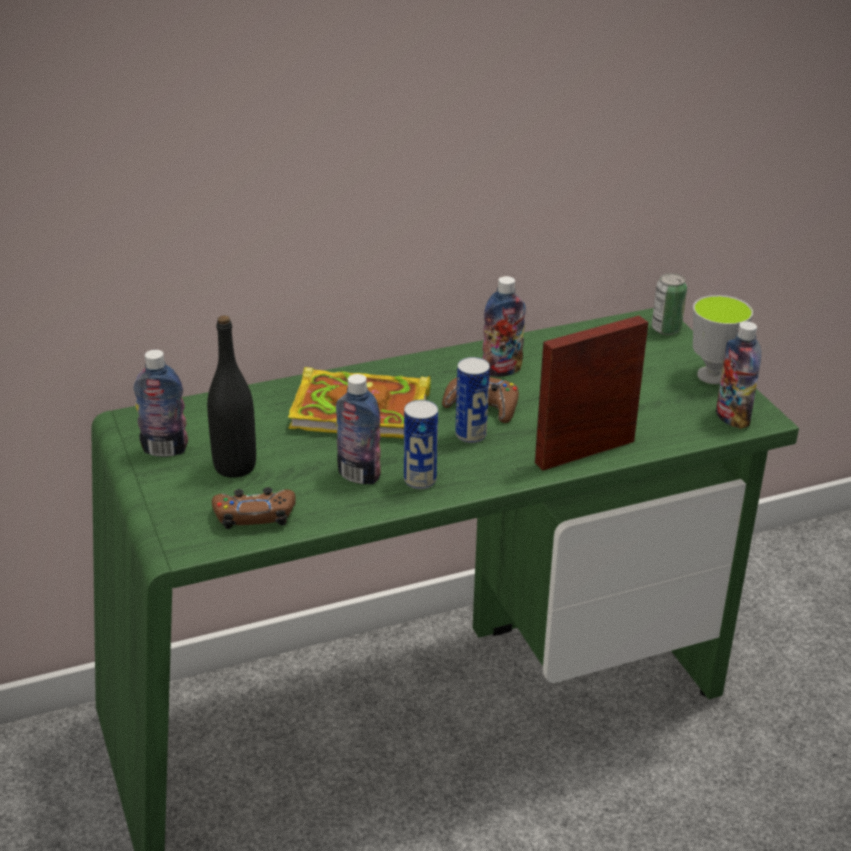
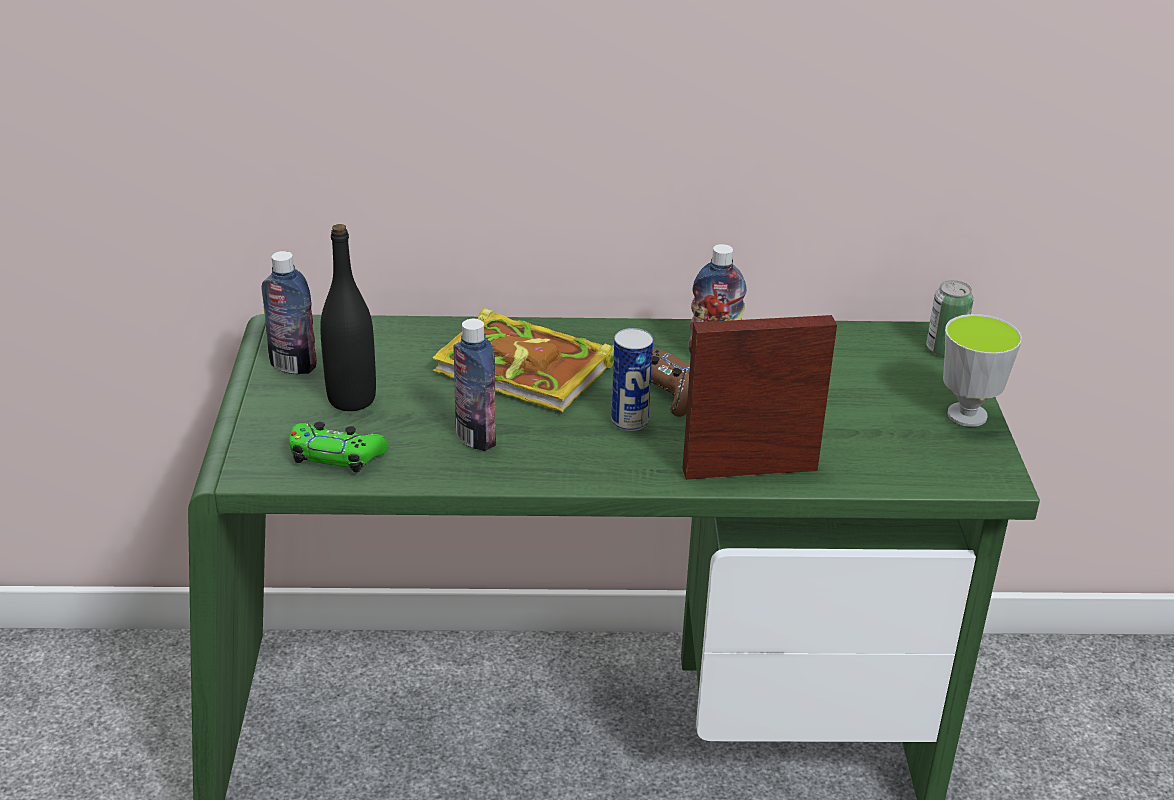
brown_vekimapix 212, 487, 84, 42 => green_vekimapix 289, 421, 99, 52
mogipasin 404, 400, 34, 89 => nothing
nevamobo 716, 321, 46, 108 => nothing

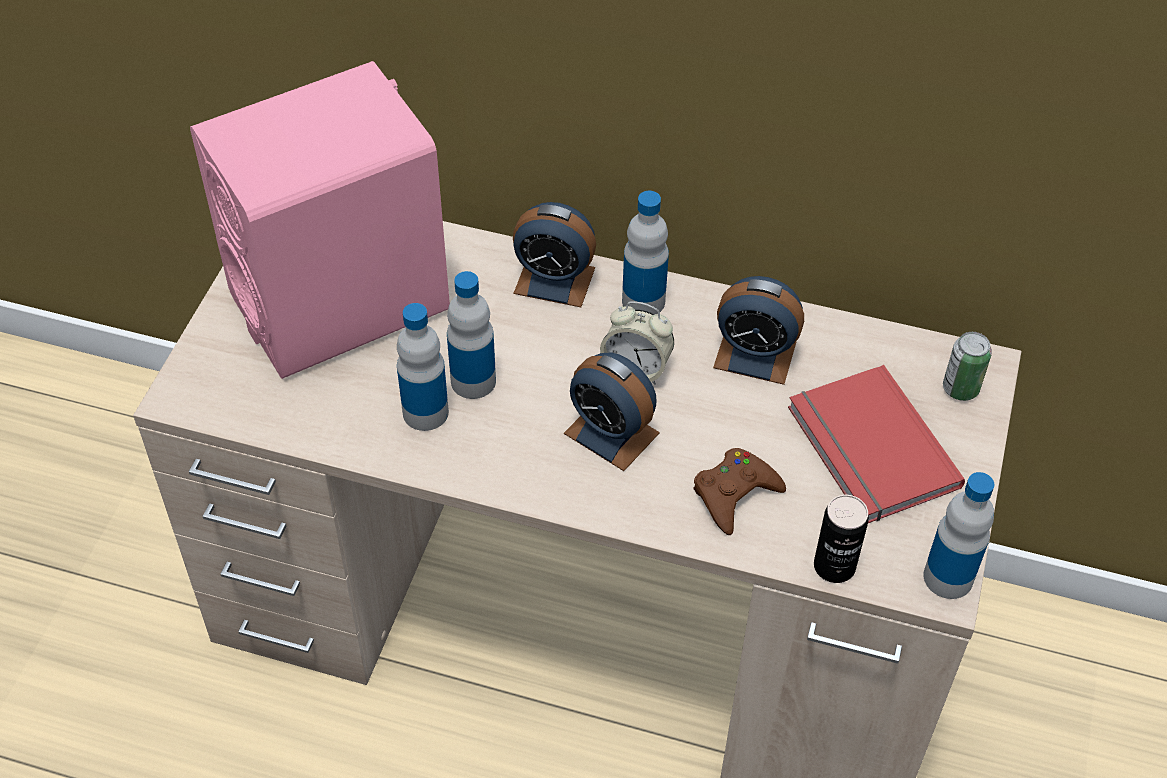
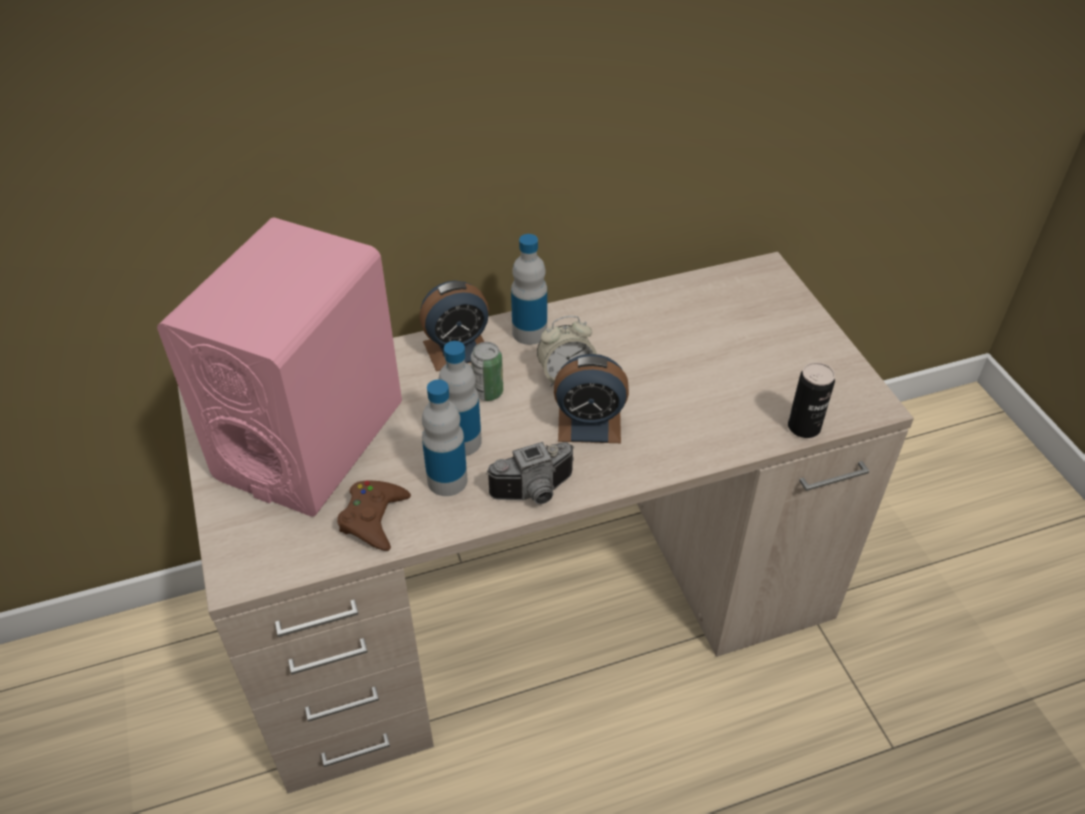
brown_vekimapix 694, 448, 92, 87 => brown_vekimapix 337, 481, 74, 70, moved
mogipasin 943, 332, 49, 69 => mogipasin 471, 342, 32, 59, moved
nothing => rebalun 486, 442, 88, 62
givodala 713, 276, 91, 109 => nothing
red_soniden 788, 365, 177, 158 => nothing
nevamobo 923, 472, 71, 127 => nothing

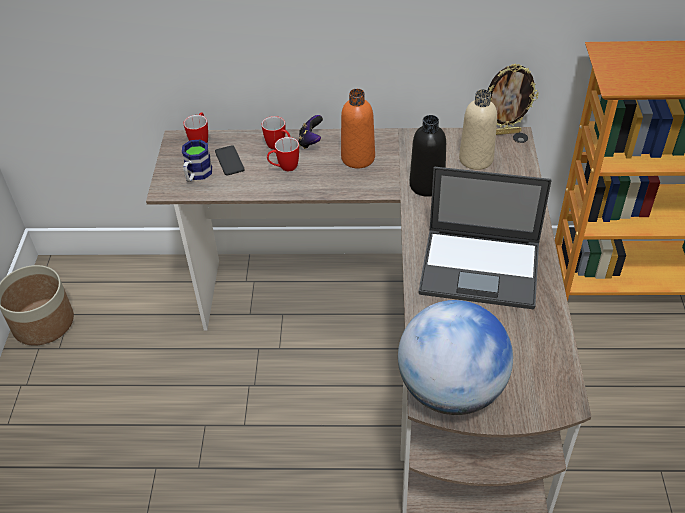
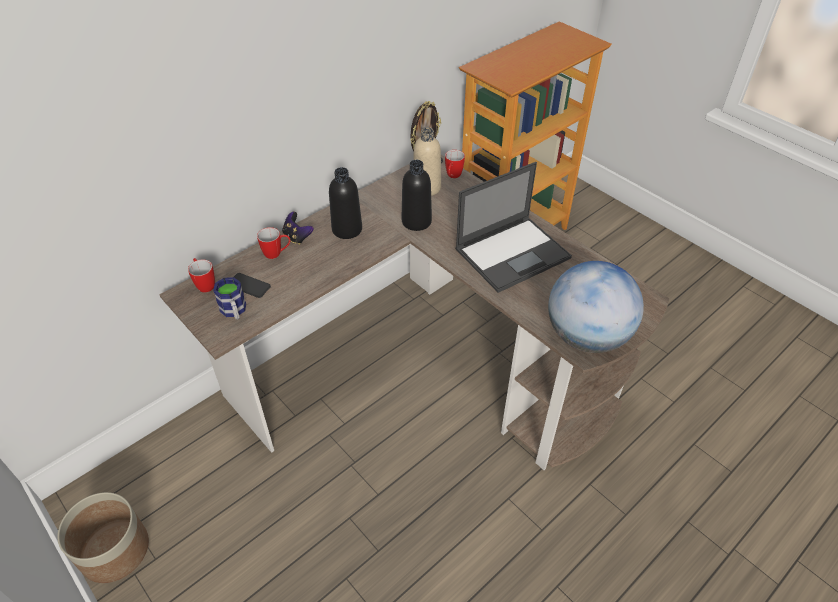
orange_nevamobo 341, 89, 34, 79 => black_nevamobo 329, 167, 33, 72
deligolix 267, 137, 32, 34 => deligolix 445, 150, 20, 28, moved

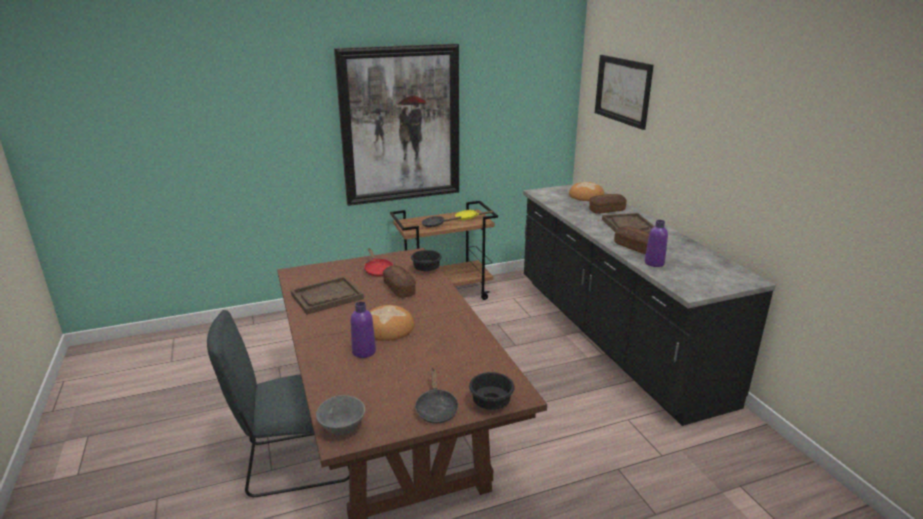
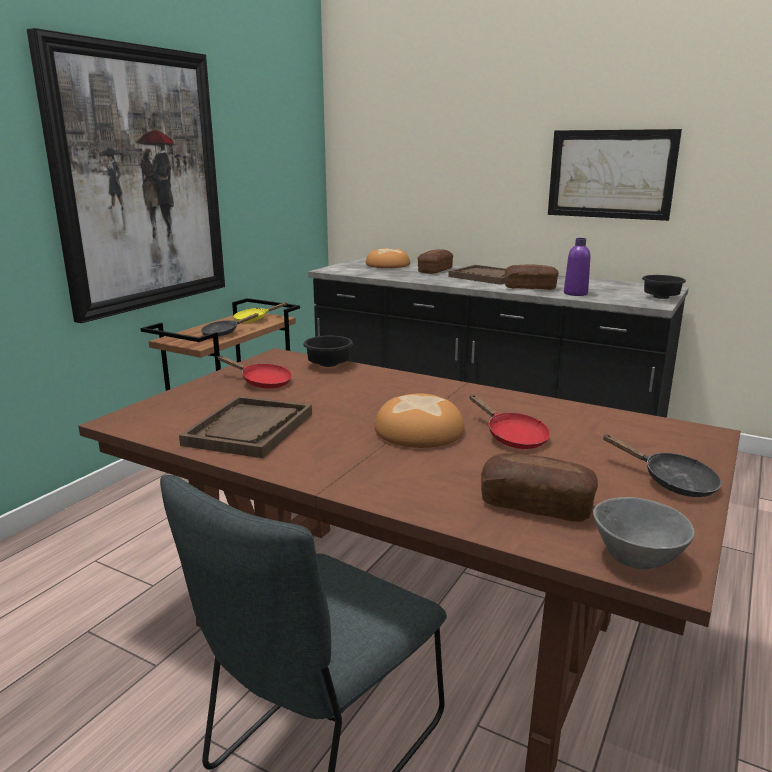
nothing => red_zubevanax 469, 395, 81, 54
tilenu 382, 265, 34, 33 => tilenu 481, 453, 117, 69, moved
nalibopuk 595, 55, 59, 75 => nalibopuk 548, 129, 134, 92, moved
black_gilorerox 469, 372, 46, 38 => black_gilorerox 642, 275, 44, 24, moved
purple_nevamobo 351, 302, 25, 56 => nothing

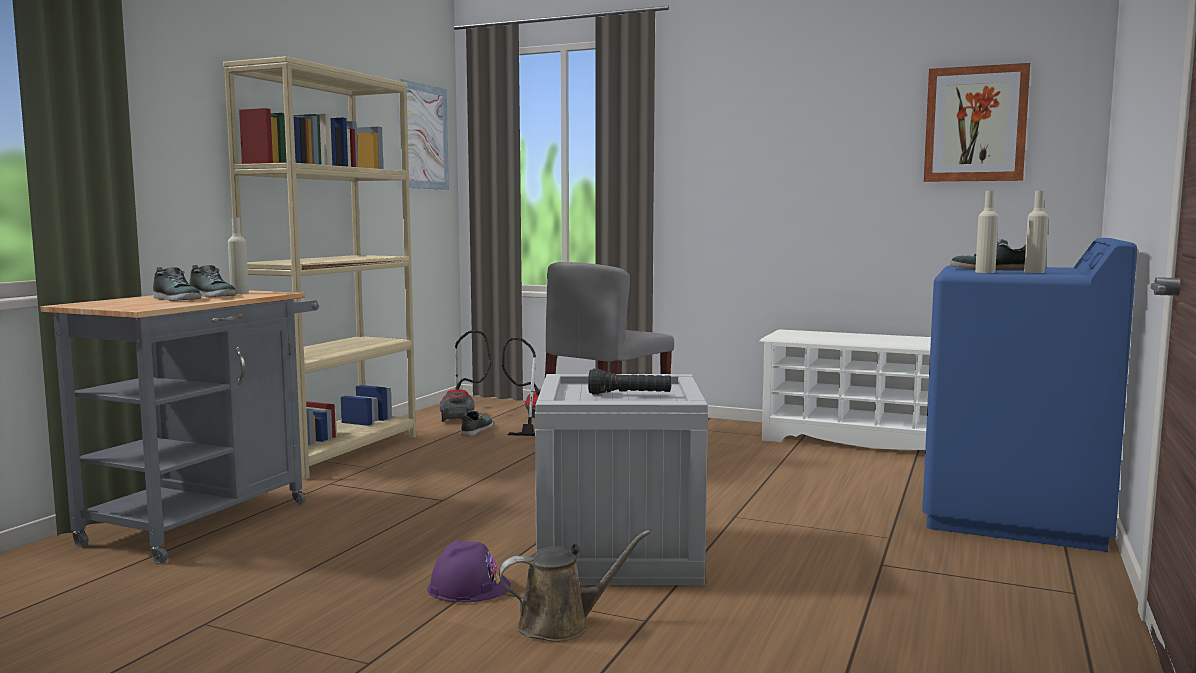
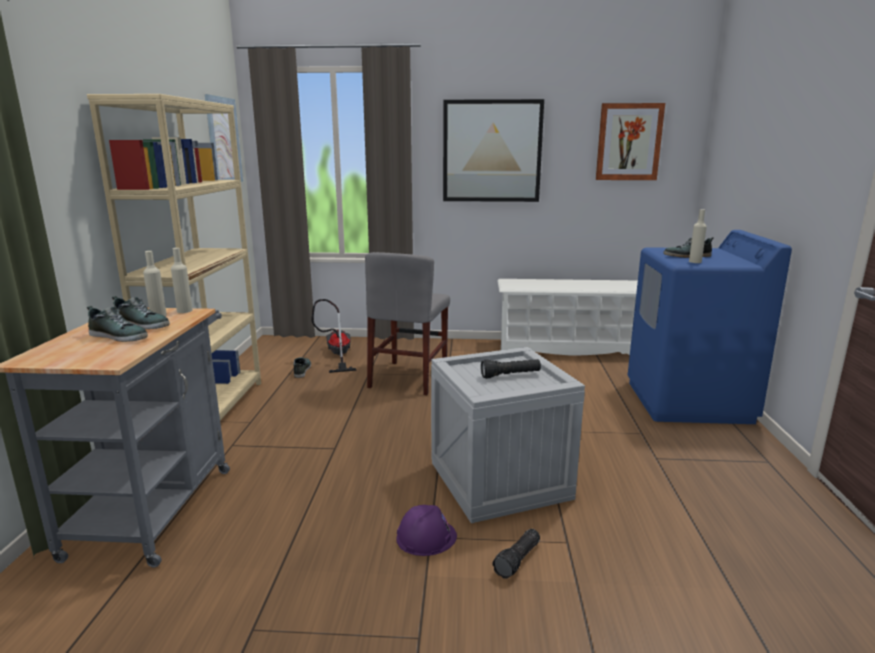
beige_nevamobo 1024, 191, 24, 82 => beige_nevamobo 171, 248, 22, 65, moved
nothing => nalibopuk 443, 99, 101, 103
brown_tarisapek 499, 530, 151, 112 => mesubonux 492, 529, 48, 50
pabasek 440, 330, 51, 92 => nothing

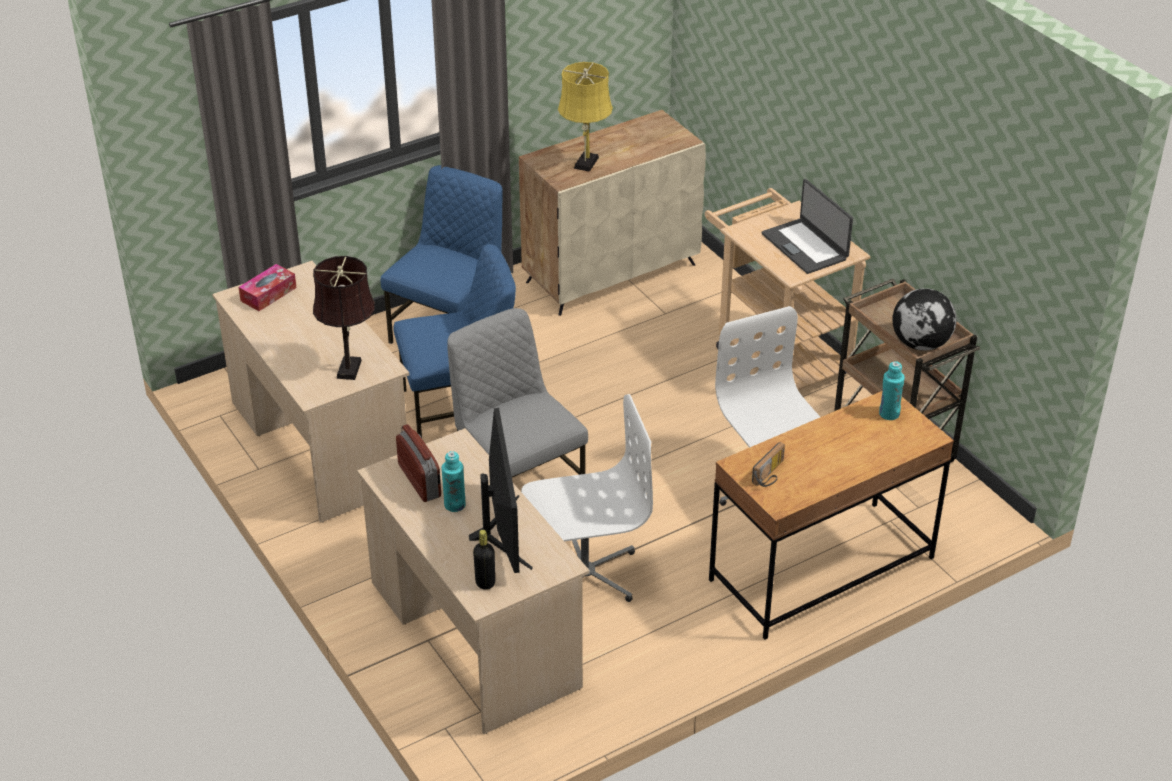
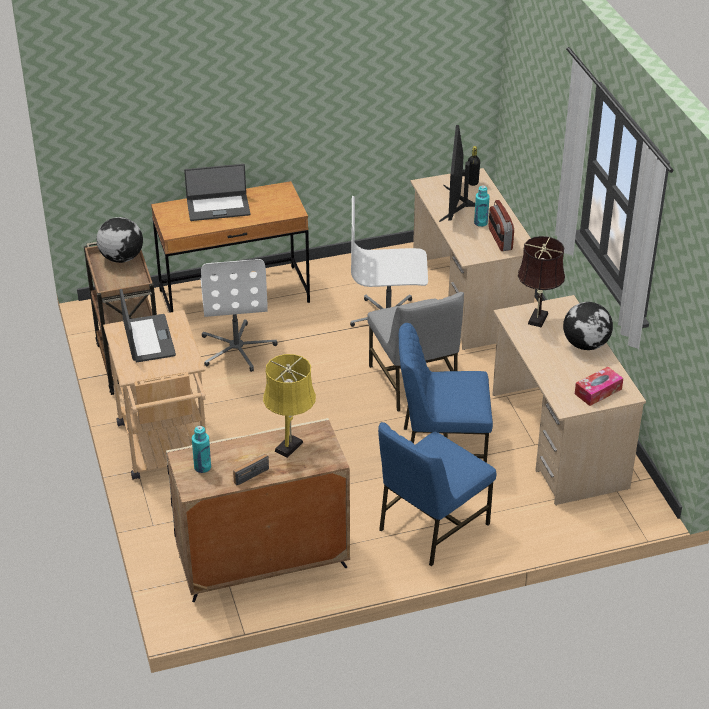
nothing => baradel 184, 164, 66, 57
turquoise_nevamobo 879, 361, 26, 59 => turquoise_nevamobo 192, 426, 19, 47, moved
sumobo 752, 442, 33, 45 => sumobo 233, 454, 36, 31, moved
nothing => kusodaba 563, 302, 50, 48

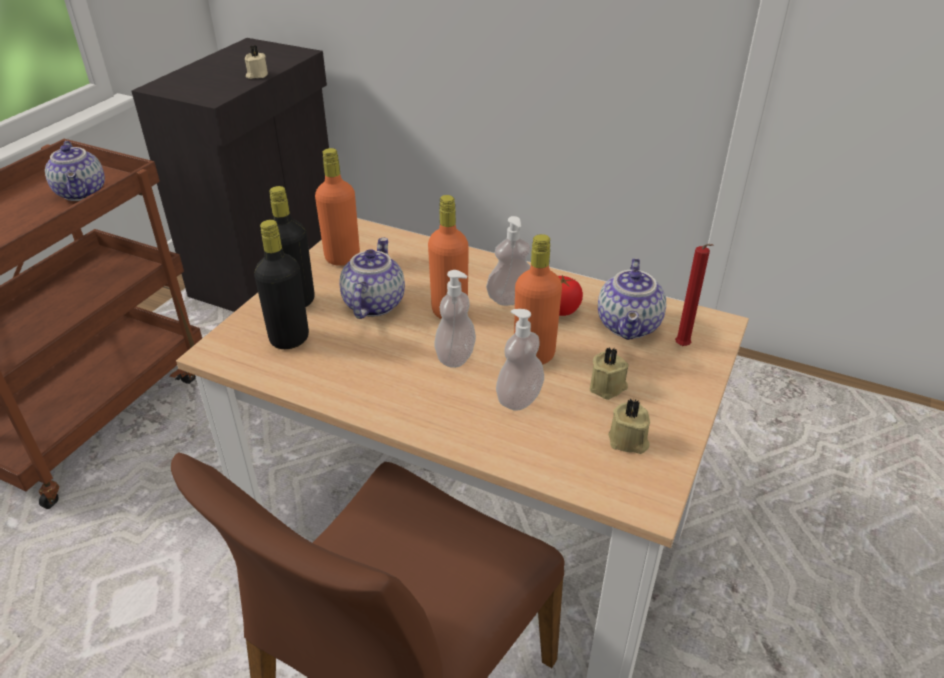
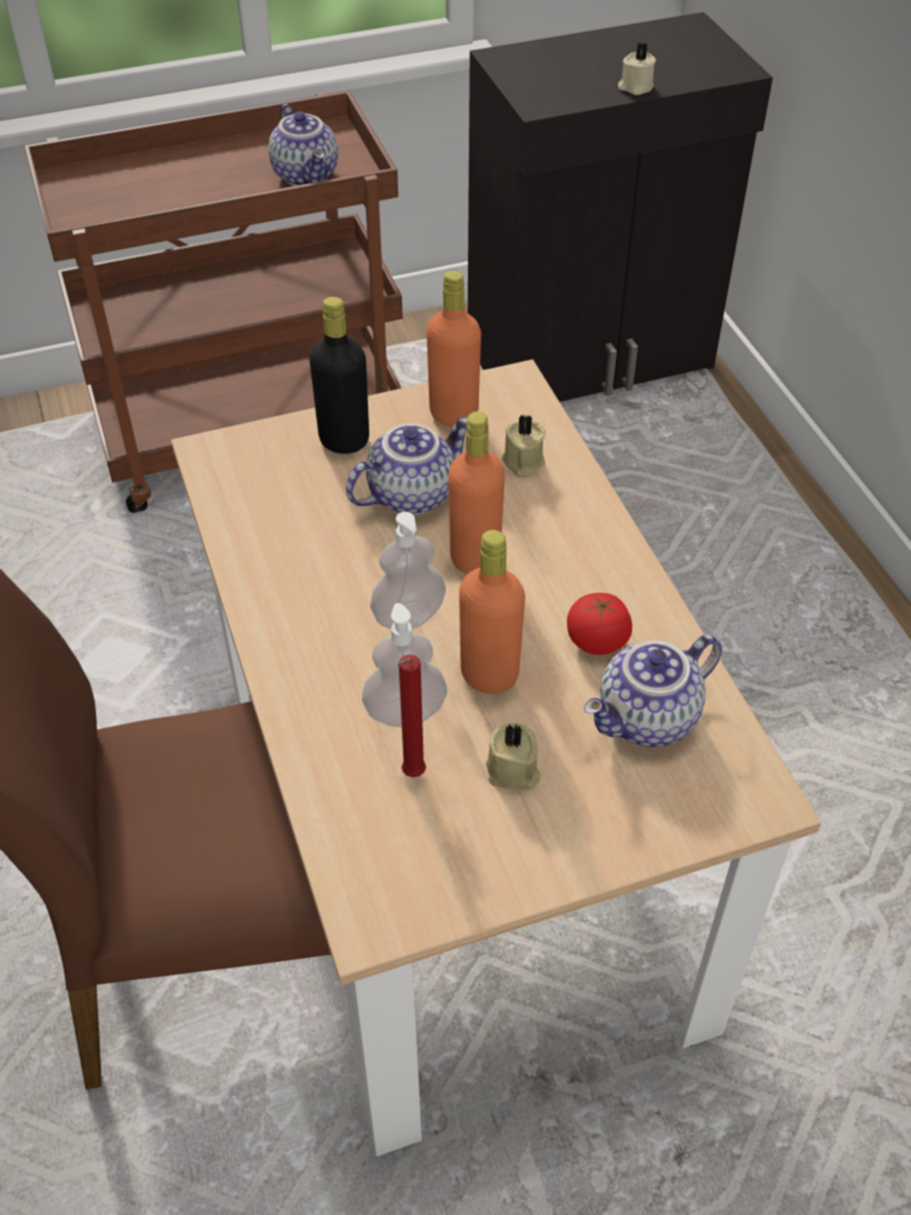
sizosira 45, 141, 60, 60 => sizosira 268, 104, 70, 82, 45 degrees counterclockwise
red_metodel 675, 244, 38, 102 => red_metodel 398, 654, 28, 123, moved
beige_metodel 608, 399, 42, 55 => beige_metodel 502, 414, 43, 64, moved
black_nevamobo 254, 220, 55, 129 => nothing
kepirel 486, 216, 45, 90 => nothing

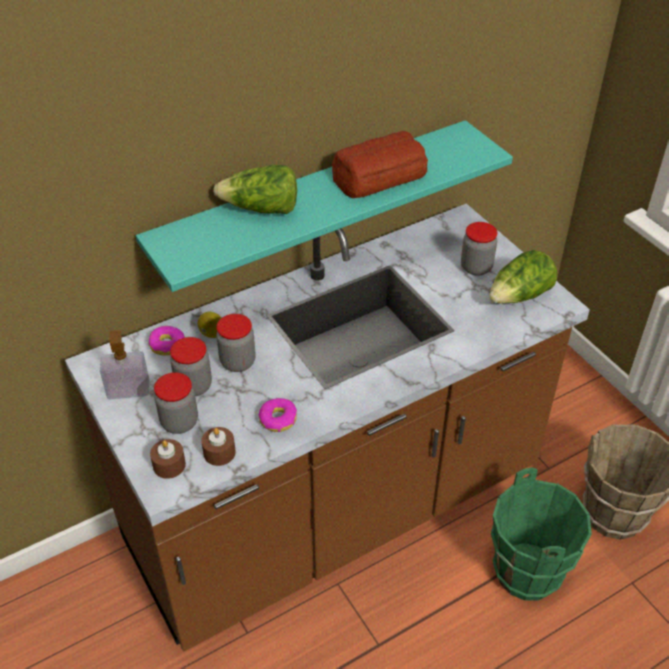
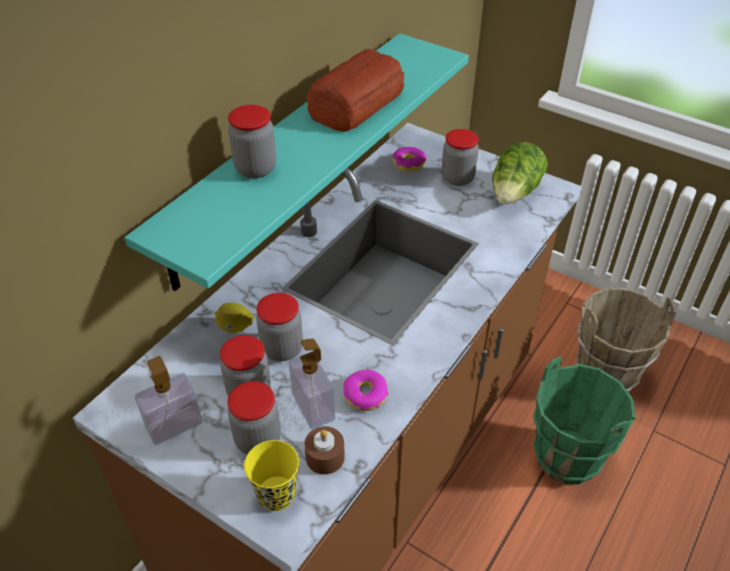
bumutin 213, 165, 84, 49 => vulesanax 228, 105, 48, 73
brown_metodel 150, 439, 36, 40 => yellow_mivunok 244, 440, 55, 71
nothing => kepirel 289, 339, 46, 90
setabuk 149, 326, 36, 30 => setabuk 393, 147, 34, 25, moved

